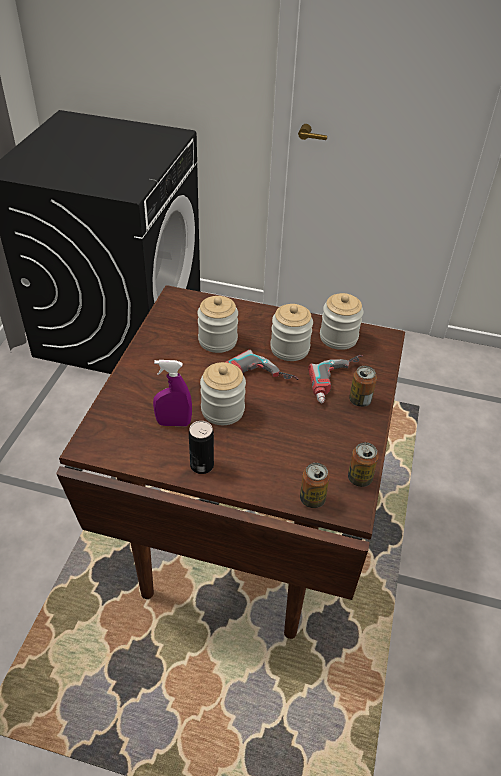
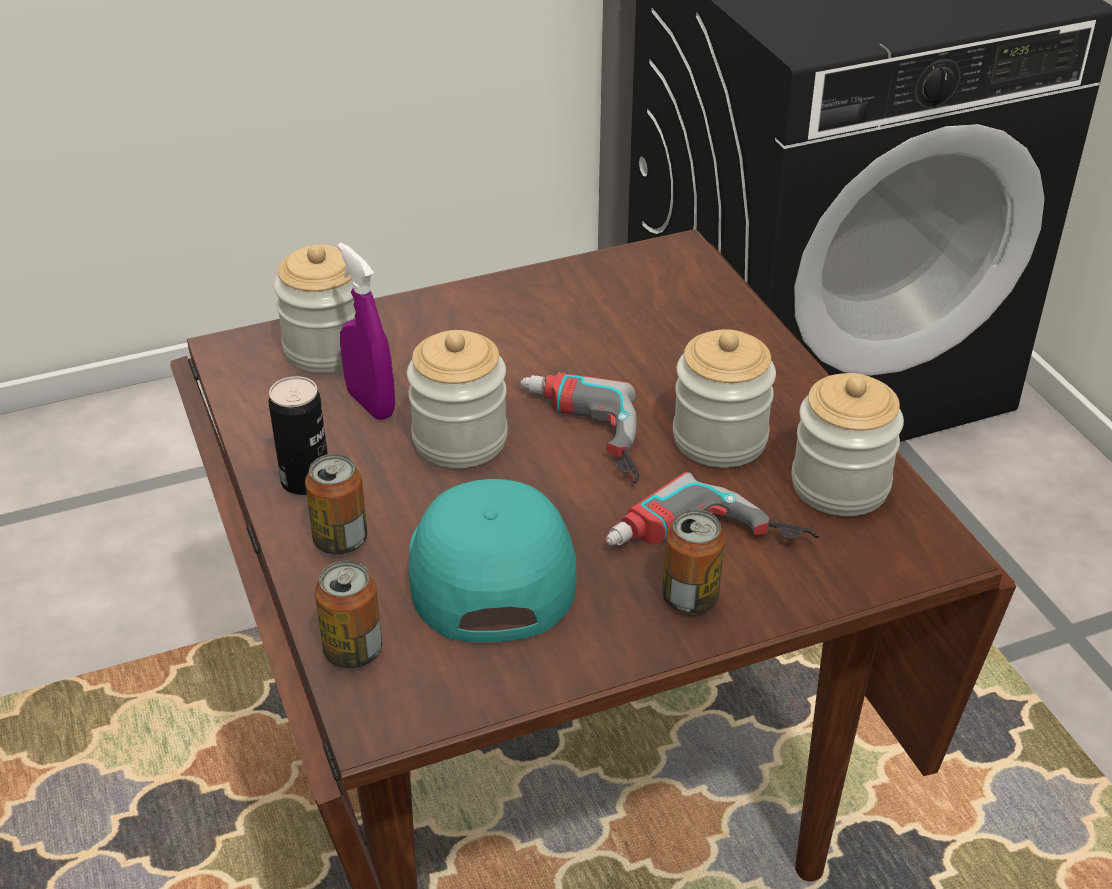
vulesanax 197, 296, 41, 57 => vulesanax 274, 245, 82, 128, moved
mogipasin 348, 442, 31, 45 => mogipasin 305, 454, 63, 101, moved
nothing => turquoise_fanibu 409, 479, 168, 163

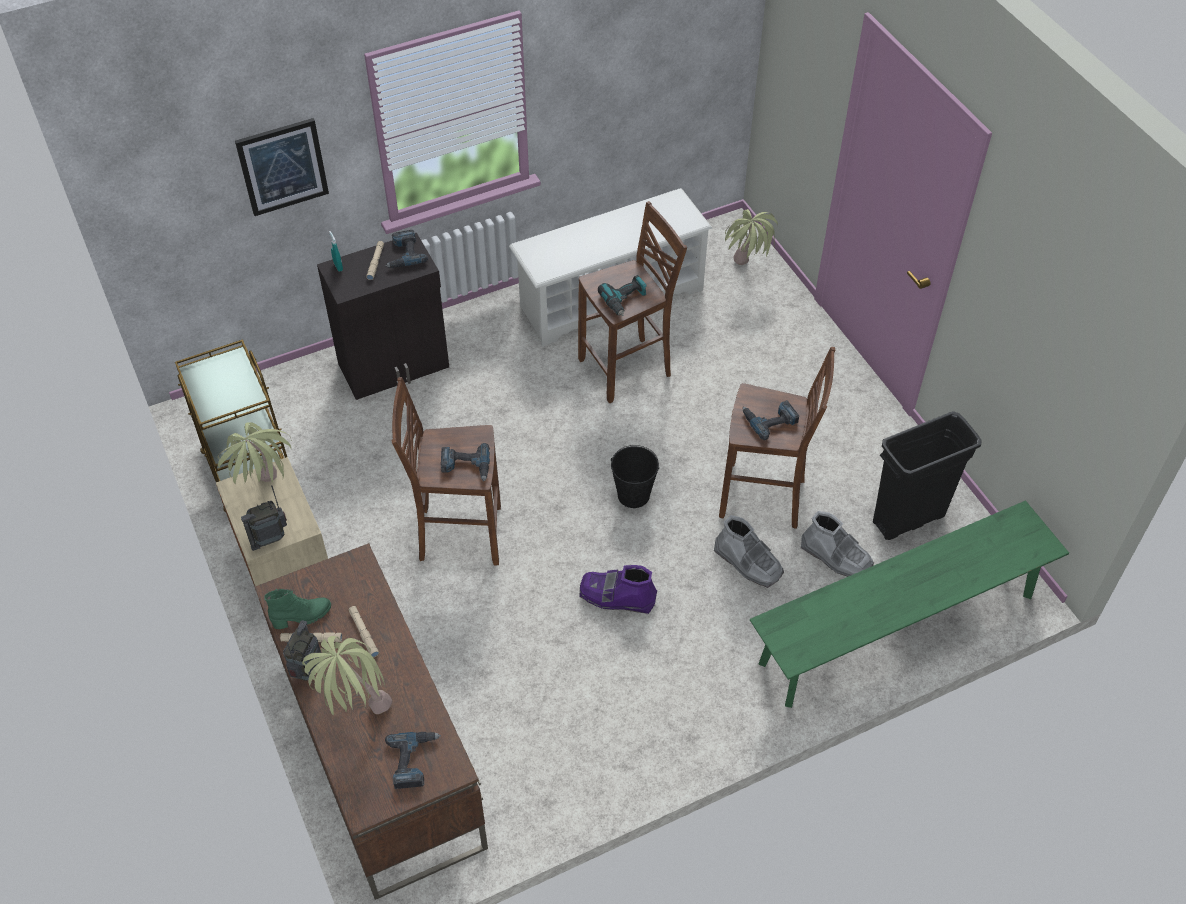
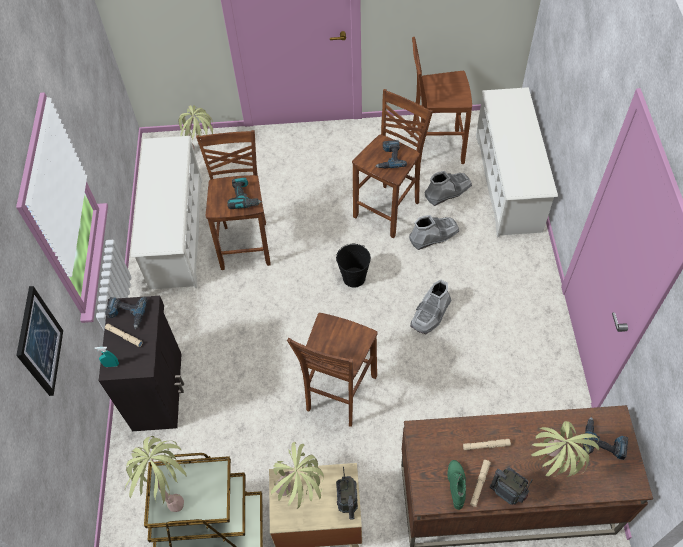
nothing => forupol 125, 436, 61, 76
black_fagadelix 873, 411, 109, 129 => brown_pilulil 410, 37, 62, 127
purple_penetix 580, 565, 77, 49 => grey_penetix 410, 280, 42, 54
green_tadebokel 750, 501, 319, 207 => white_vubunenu 476, 87, 82, 150
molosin 441, 443, 49, 39 => nothing

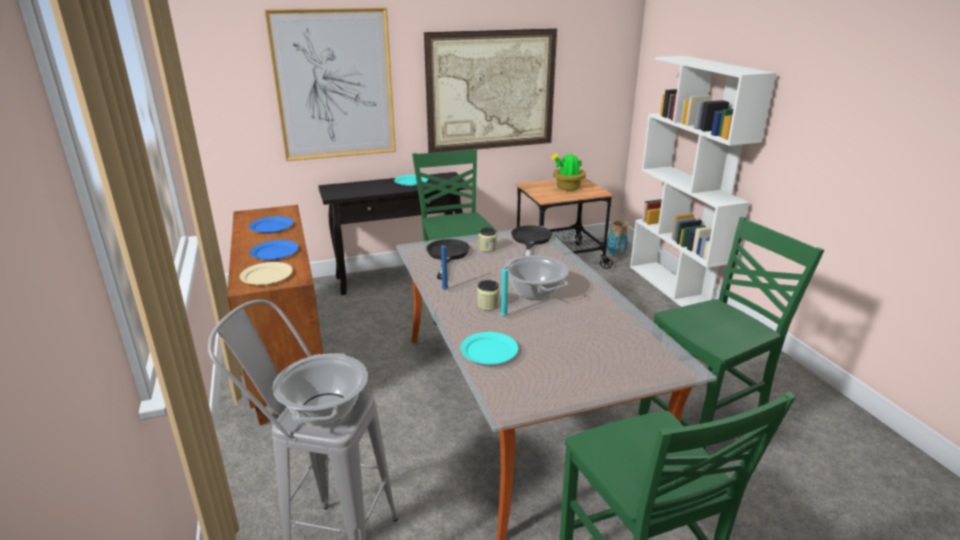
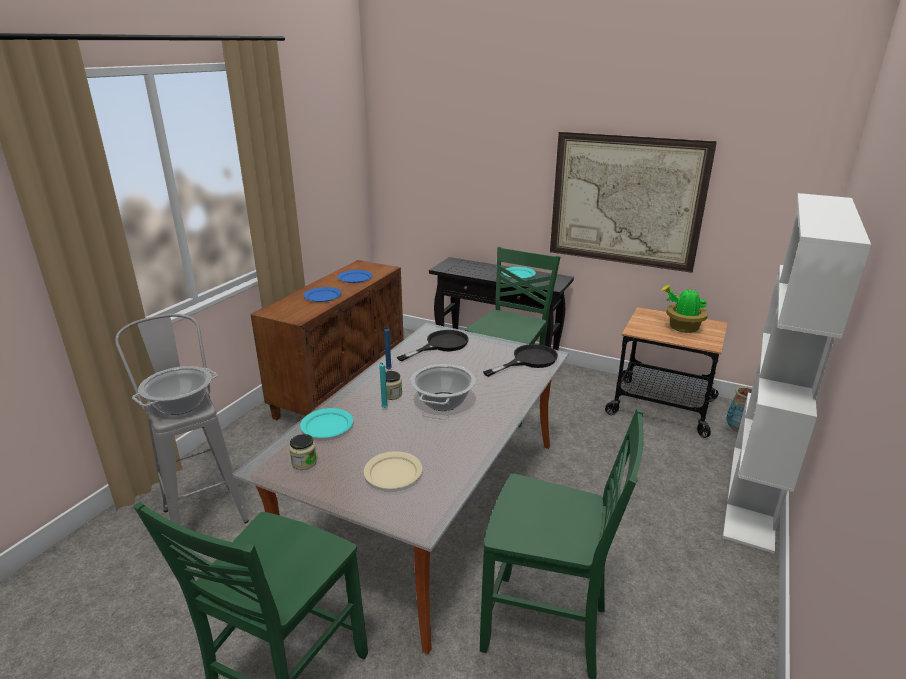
vulesanax 478, 227, 19, 25 => vulesanax 289, 434, 28, 36, moved
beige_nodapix 240, 262, 53, 23 => beige_nodapix 364, 451, 59, 38, moved
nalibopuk 264, 7, 132, 154 => nothing

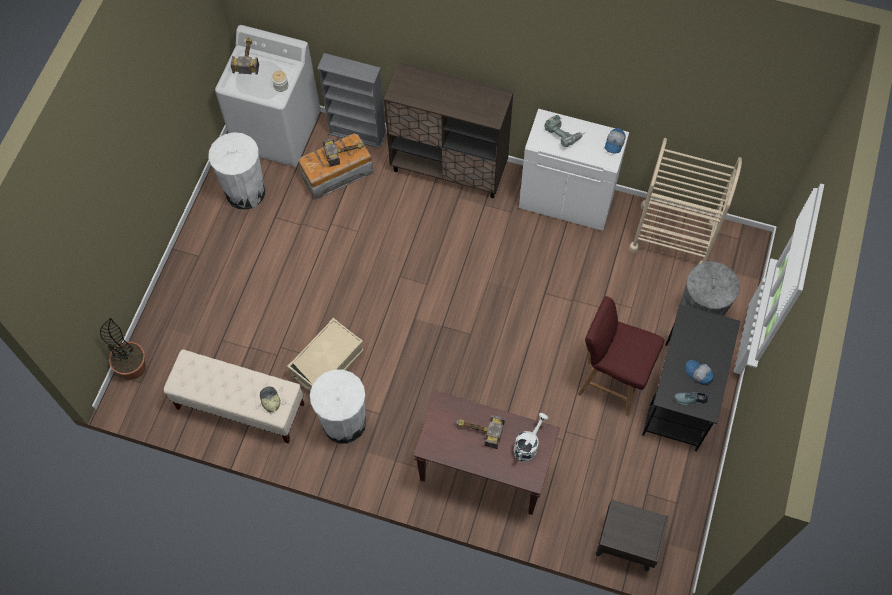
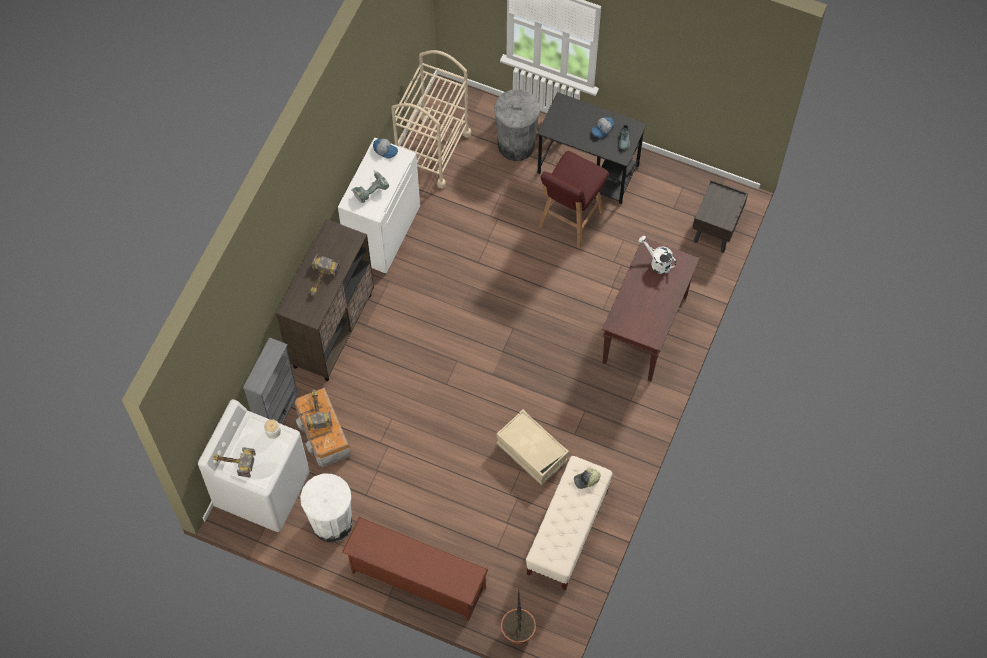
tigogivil 455, 415, 50, 34 => tigogivil 310, 254, 30, 42, moved
nothing => brown_vubunenu 342, 517, 146, 104
white_fagadelix 310, 370, 56, 74 => nothing

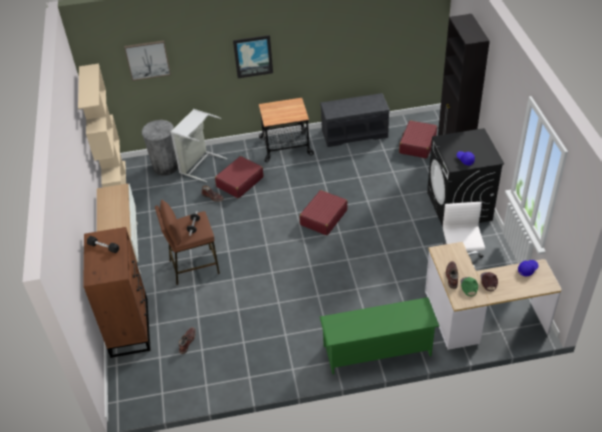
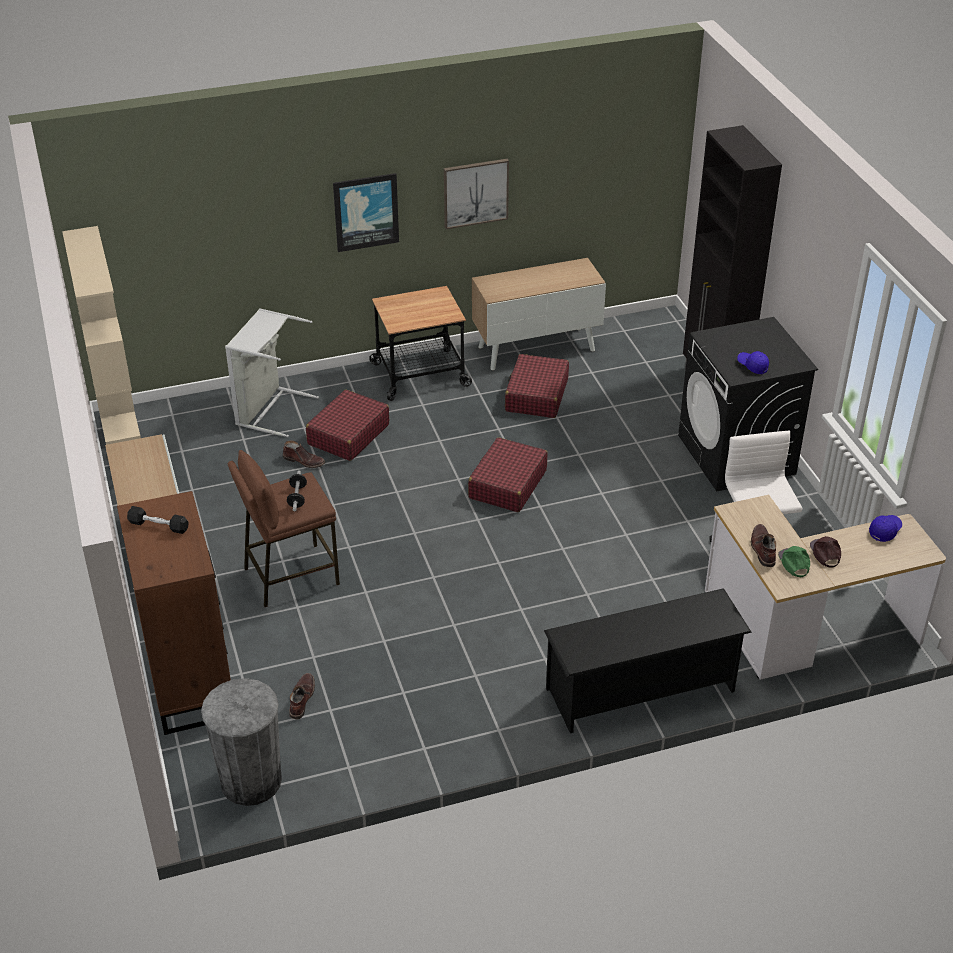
grey_fagadelix 142, 120, 36, 56 => grey_fagadelix 201, 678, 81, 128, moved
nalibopuk 124, 40, 47, 41 => nalibopuk 444, 159, 65, 70, moved
grey_tadebokel 320, 93, 70, 54 => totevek 472, 258, 134, 112
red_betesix 399, 120, 38, 39 => red_betesix 505, 354, 64, 64, moved
green_vubunenu 320, 297, 120, 77 => black_vubunenu 544, 588, 208, 145

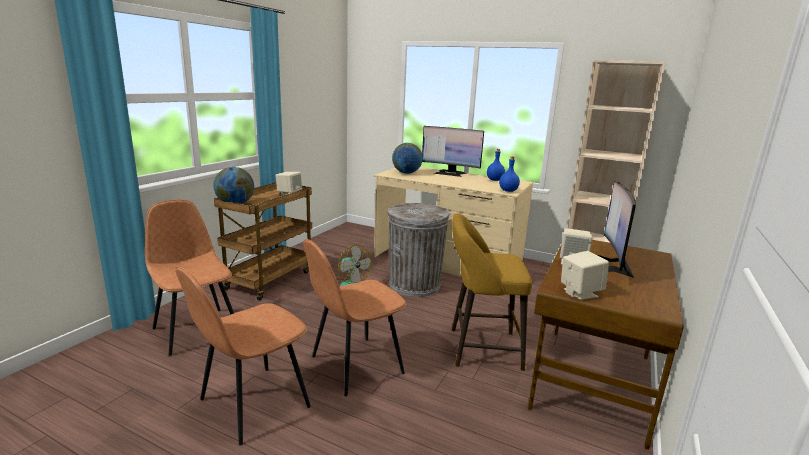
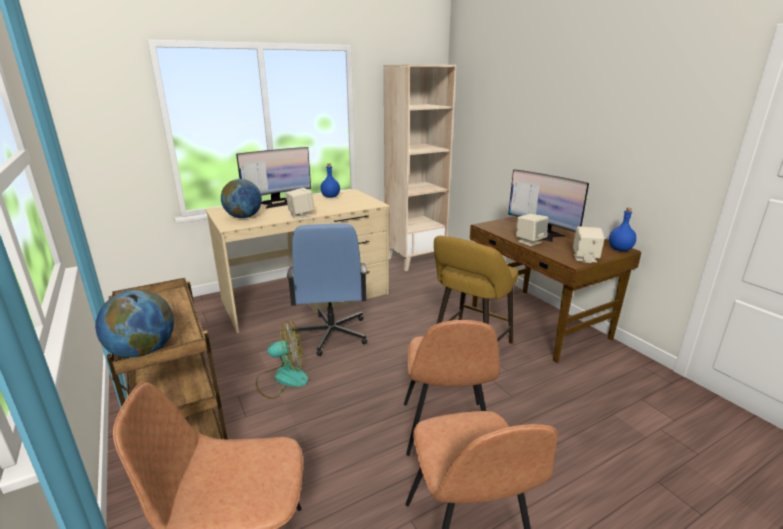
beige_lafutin 275, 172, 27, 24 => beige_lafutin 286, 188, 28, 30, moved
grey_fagadelix 387, 203, 63, 94 => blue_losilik 287, 223, 80, 133
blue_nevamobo 499, 157, 21, 35 => blue_nevamobo 609, 208, 27, 43, moved

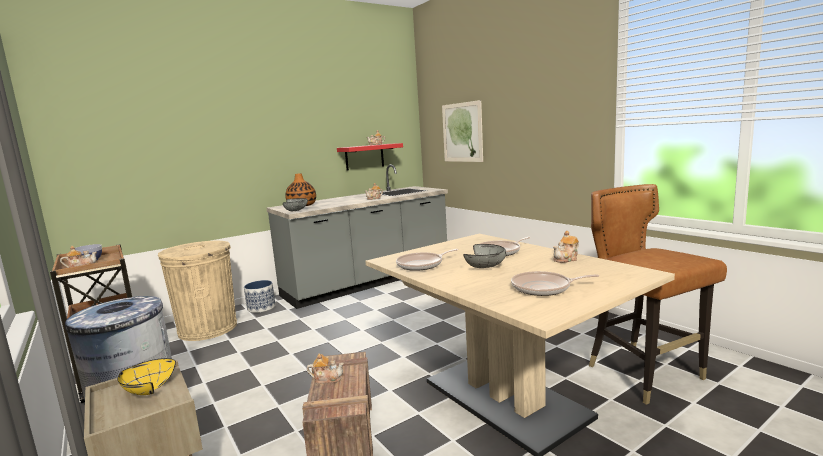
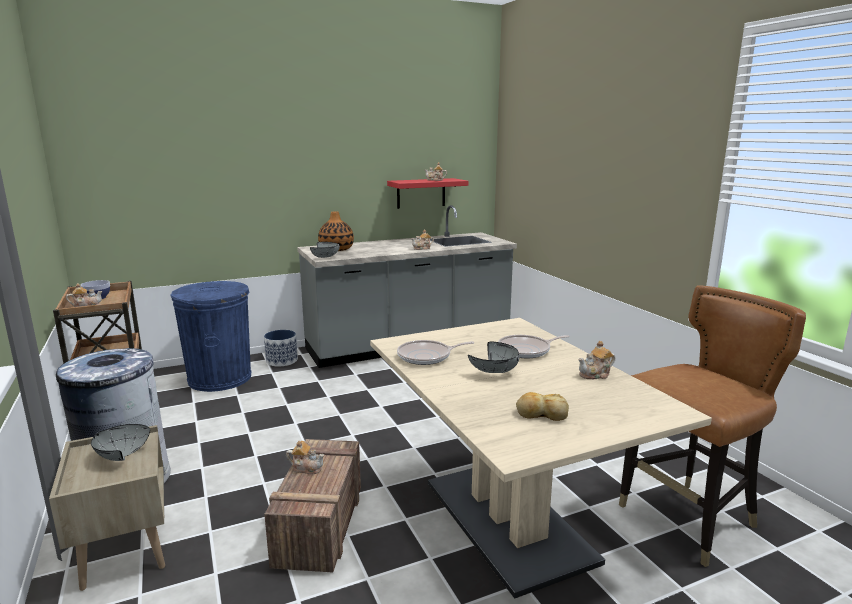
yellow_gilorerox 117, 358, 59, 37 => grey_gilorerox 91, 424, 59, 37
beige_fagadelix 158, 241, 79, 100 => blue_fagadelix 170, 281, 81, 111
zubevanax 511, 271, 88, 25 => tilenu 516, 392, 53, 29
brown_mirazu 589, 184, 138, 221 => brown_mirazu 619, 285, 187, 282, 75 degrees clockwise
nalibopuk 442, 100, 41, 62 => nothing

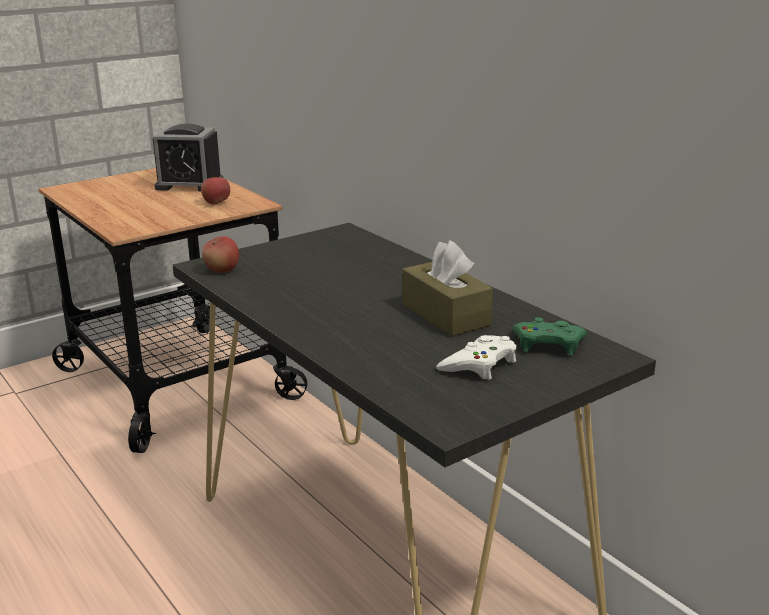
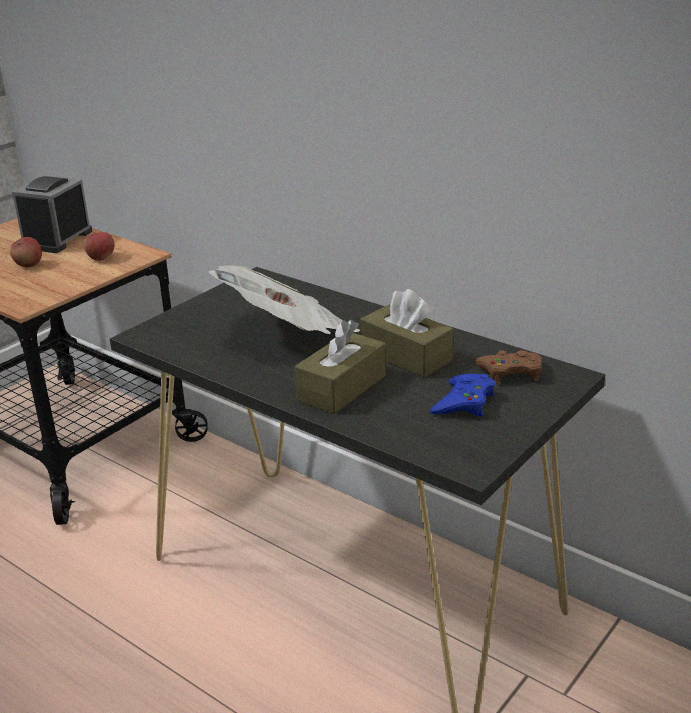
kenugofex 202, 236, 37, 37 => kenugofex 10, 237, 32, 30, moved
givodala 153, 123, 70, 68 => givodala 12, 176, 80, 77, 120 degrees clockwise
nothing => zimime 207, 265, 153, 69
nothing => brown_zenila 294, 320, 91, 94
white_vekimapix 436, 335, 81, 45 => blue_vekimapix 430, 374, 65, 43
green_vekimapix 513, 317, 74, 39 => brown_vekimapix 475, 350, 67, 34

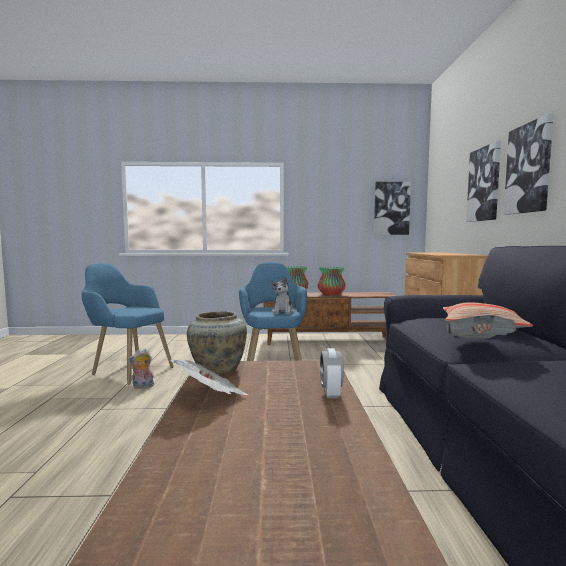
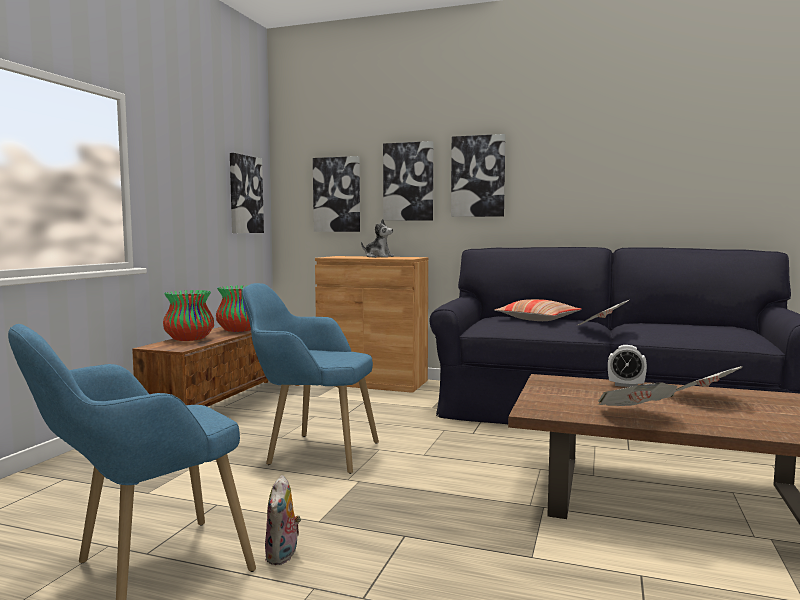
nothing => nalibopuk 313, 156, 47, 76
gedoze 271, 277, 23, 38 => gedoze 361, 219, 33, 38, moved
nothing => zimime 676, 366, 66, 25
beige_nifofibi 187, 311, 60, 63 => nothing

